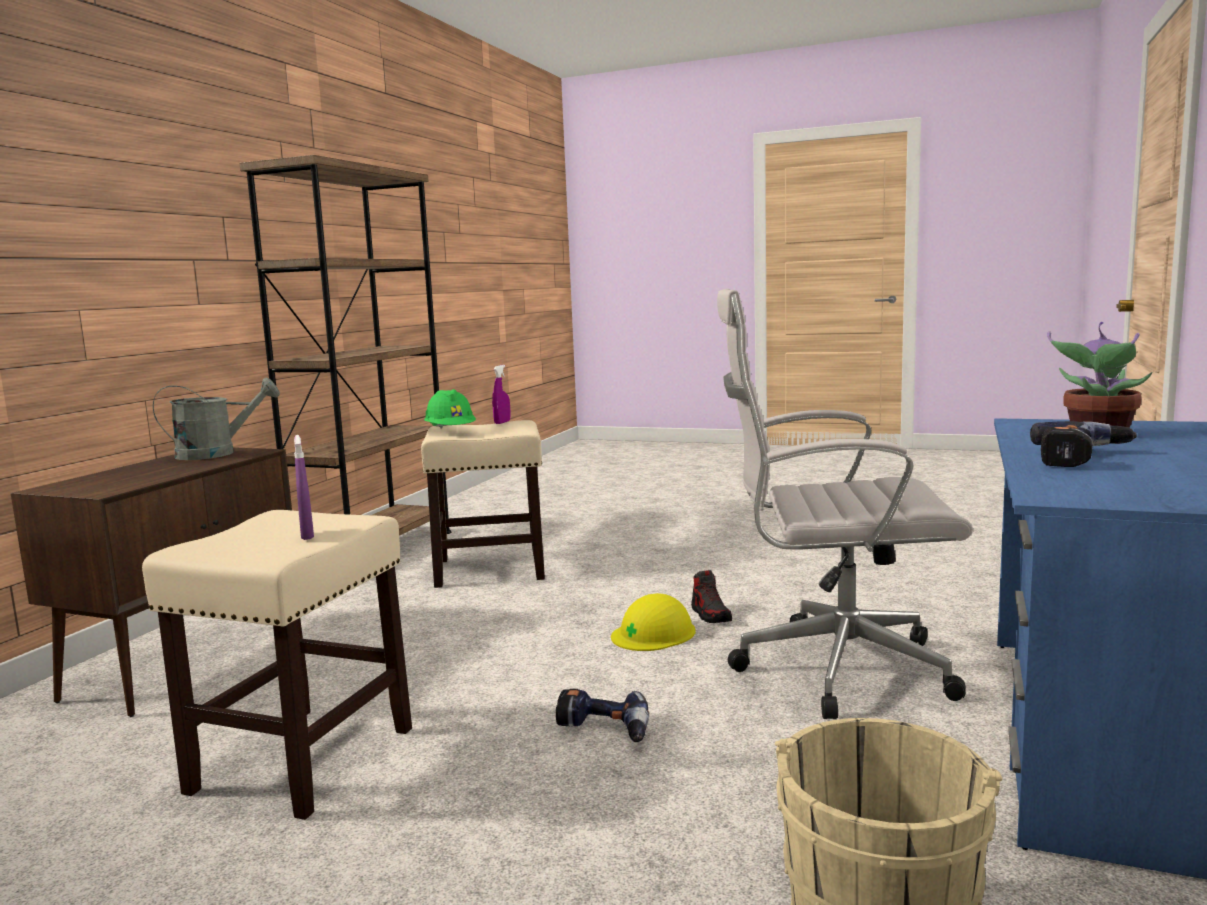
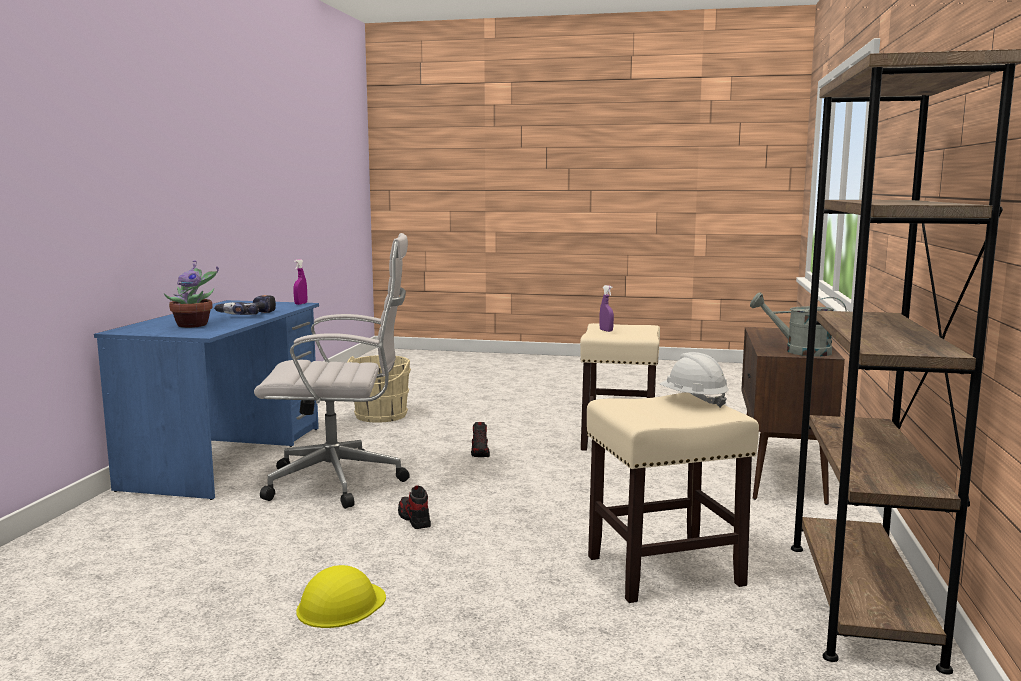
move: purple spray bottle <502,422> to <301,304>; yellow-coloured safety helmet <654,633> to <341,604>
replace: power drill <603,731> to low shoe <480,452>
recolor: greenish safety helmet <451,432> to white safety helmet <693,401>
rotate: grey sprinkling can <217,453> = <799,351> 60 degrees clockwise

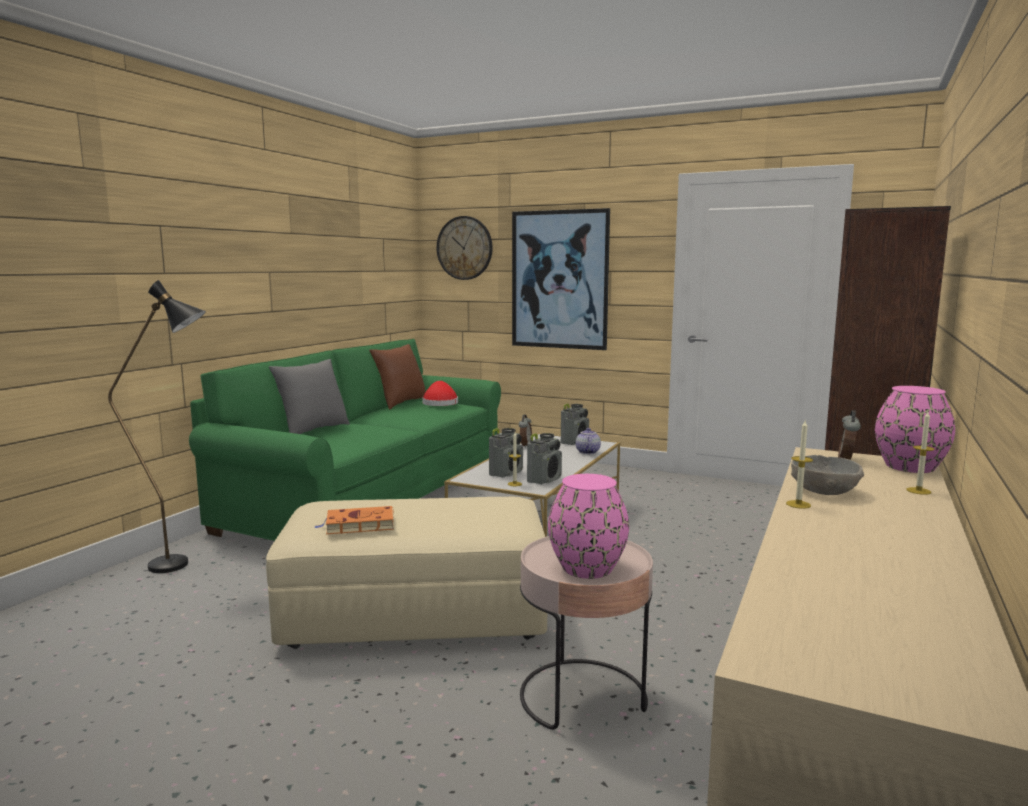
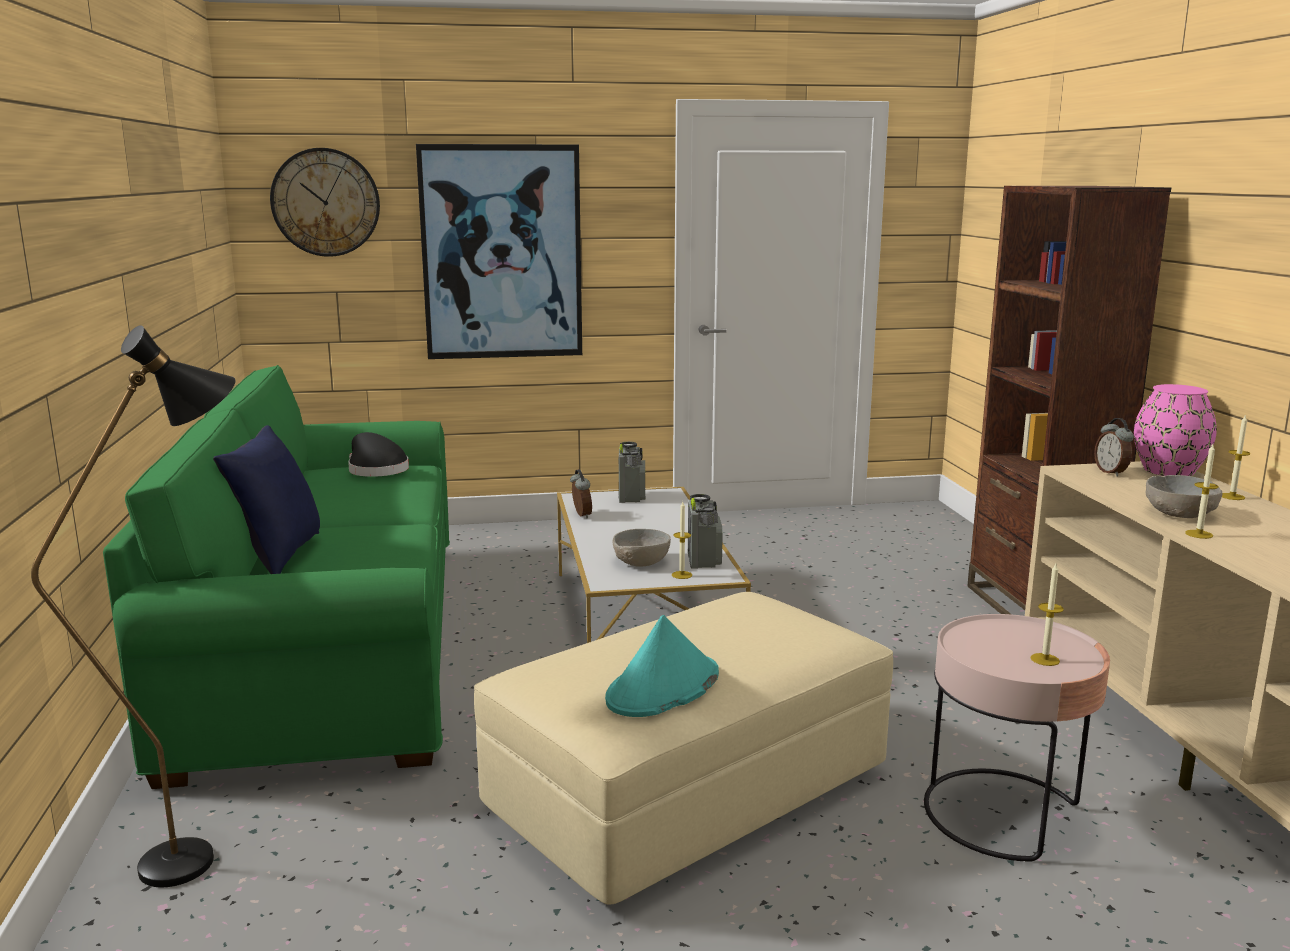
delete: brown throw pillow <400,403>; tea pot <587,452>
replace: radio set <506,473> to grey deep dish <640,562>; pink flower vase <586,568> to wax candle <1045,659>; orange book <358,525> to blue-green wearable hat <663,688>
recolor: grey throw pillow <312,430> to bluish throw pillow <277,557>; red wearable hat <440,403> to black-coloured wearable hat <375,470>

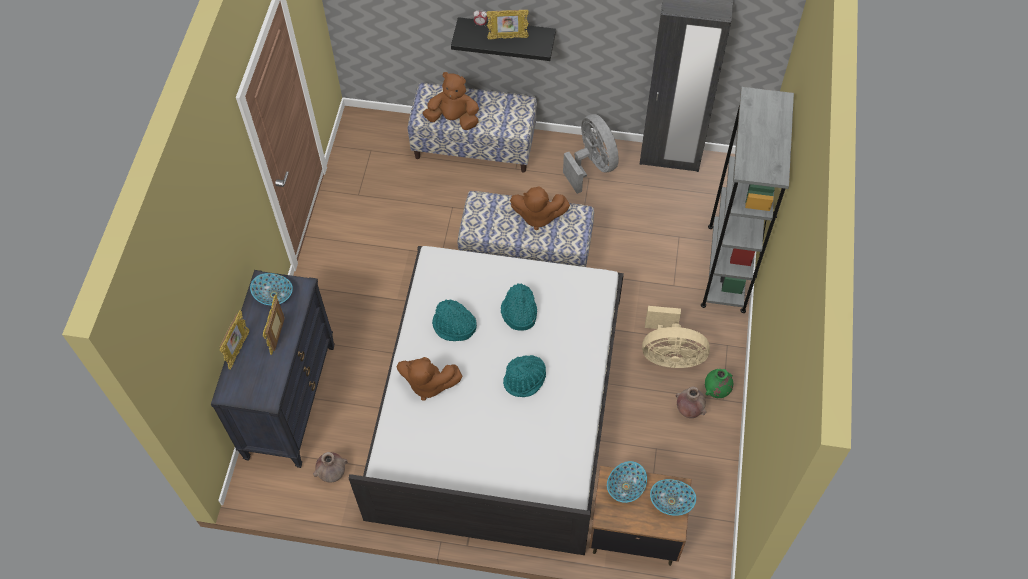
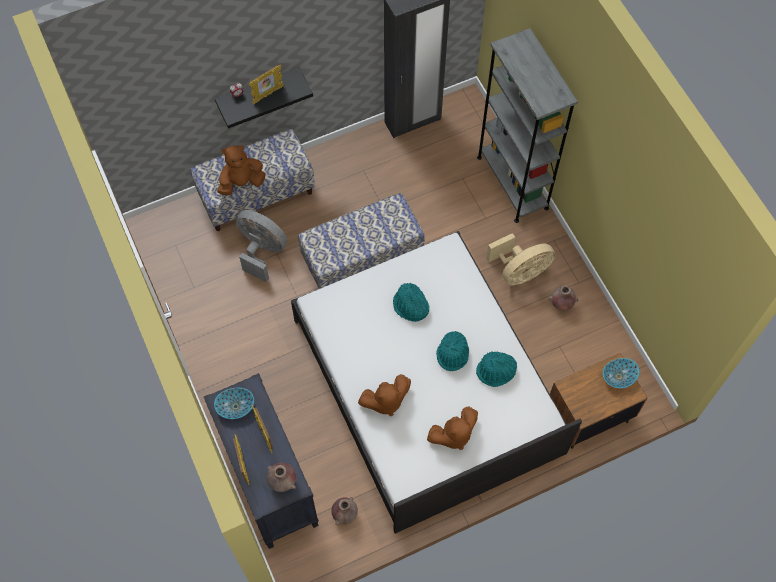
delete: greenish flower vase <716,391>; deep dish <626,486>
insert: brown flower vase <283,482>
move: grey electric fan <592,166> to <262,251>; brown plush toy <537,216> to <453,435>; blue-green wearable hat <454,326> to <496,371>

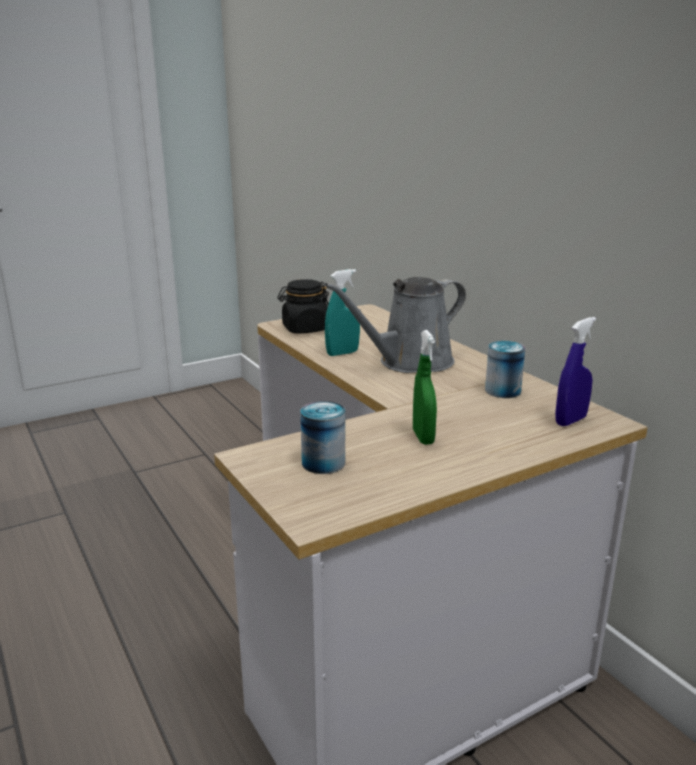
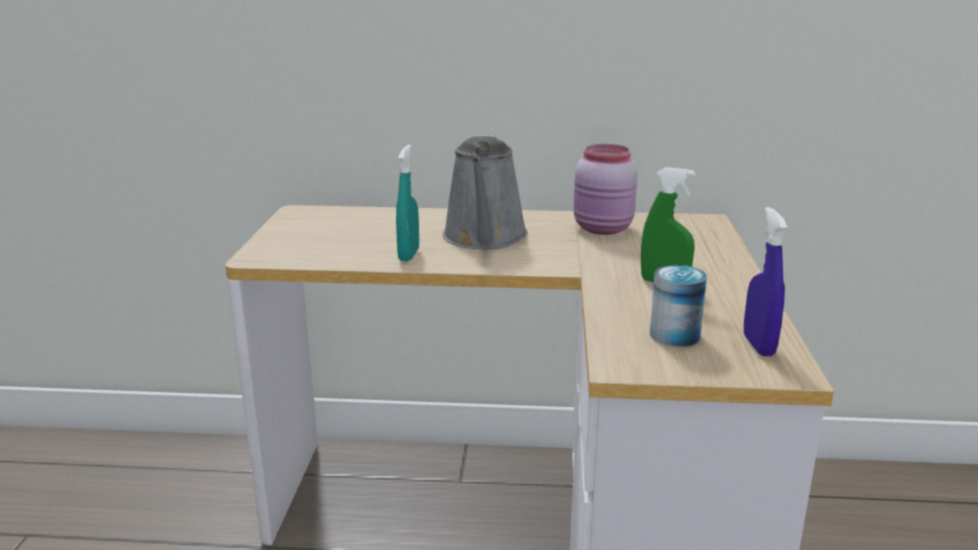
delete: black-coloured storage jar <305,329>
move: bluish spray bottle <570,421> to <758,346>
replace: can <503,391> to pink storage jar <603,229>

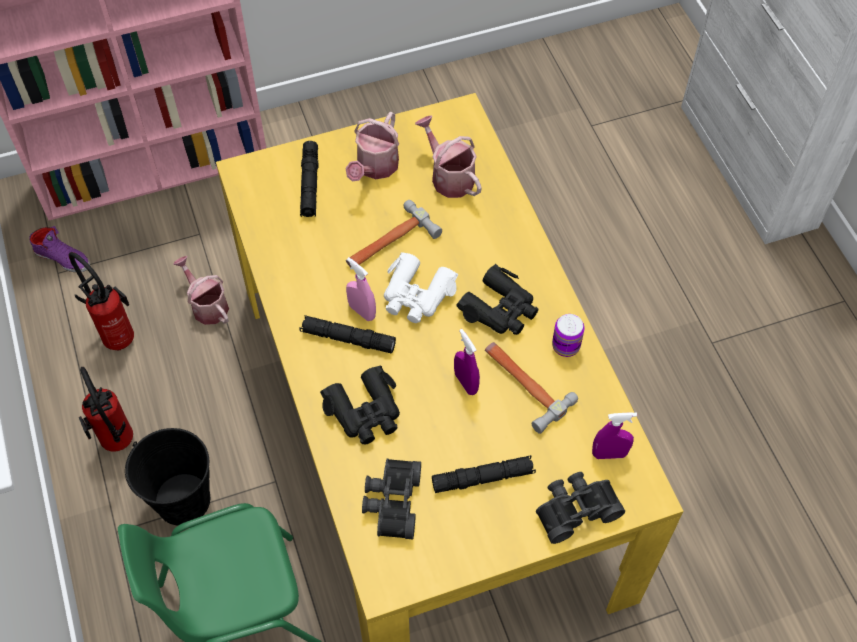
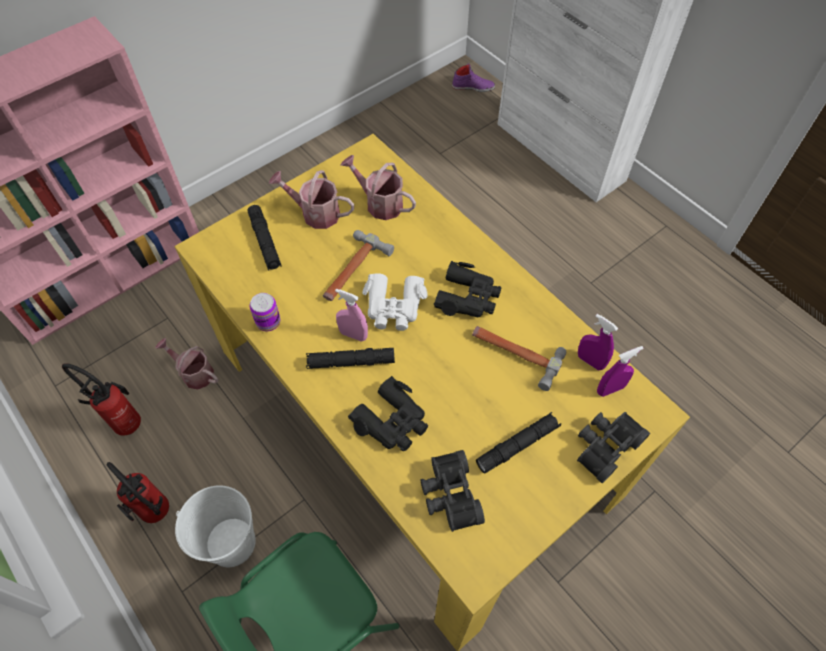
move: purple low shoe <63,257> to <473,87>; can <566,346> to <268,322>; purple spray bottle <466,383> to <590,361>
recolor: black-coloured water bucket <183,499> to white water bucket <231,542>
rotate: sprinkling can <375,168> = <315,213> 105 degrees clockwise

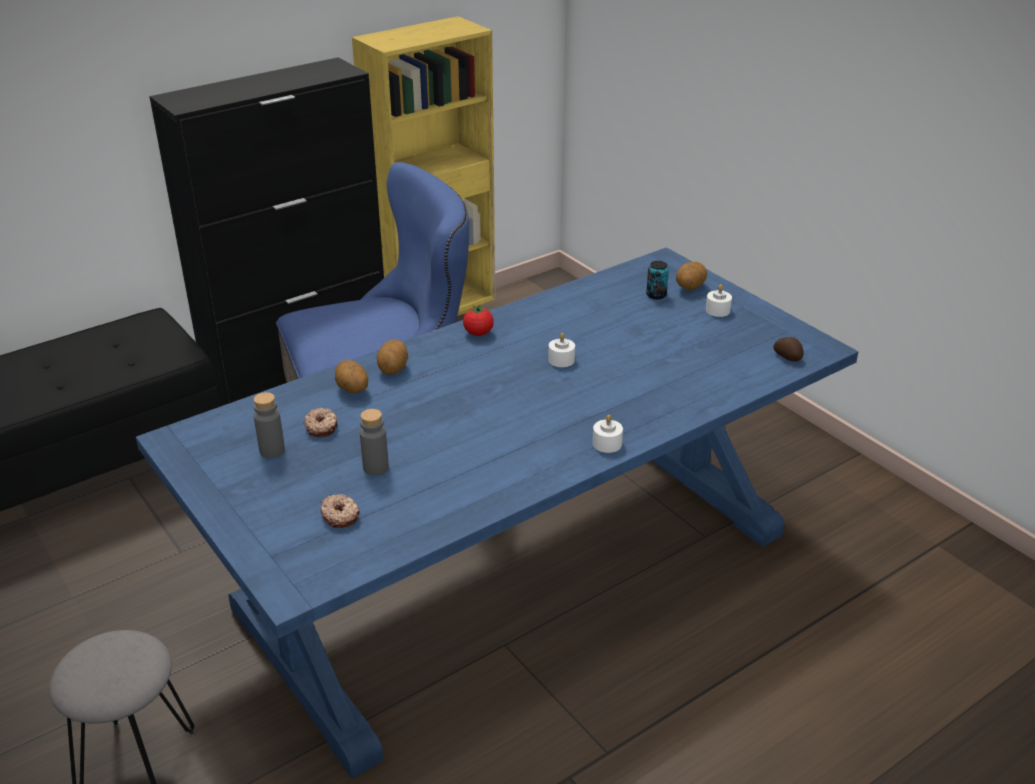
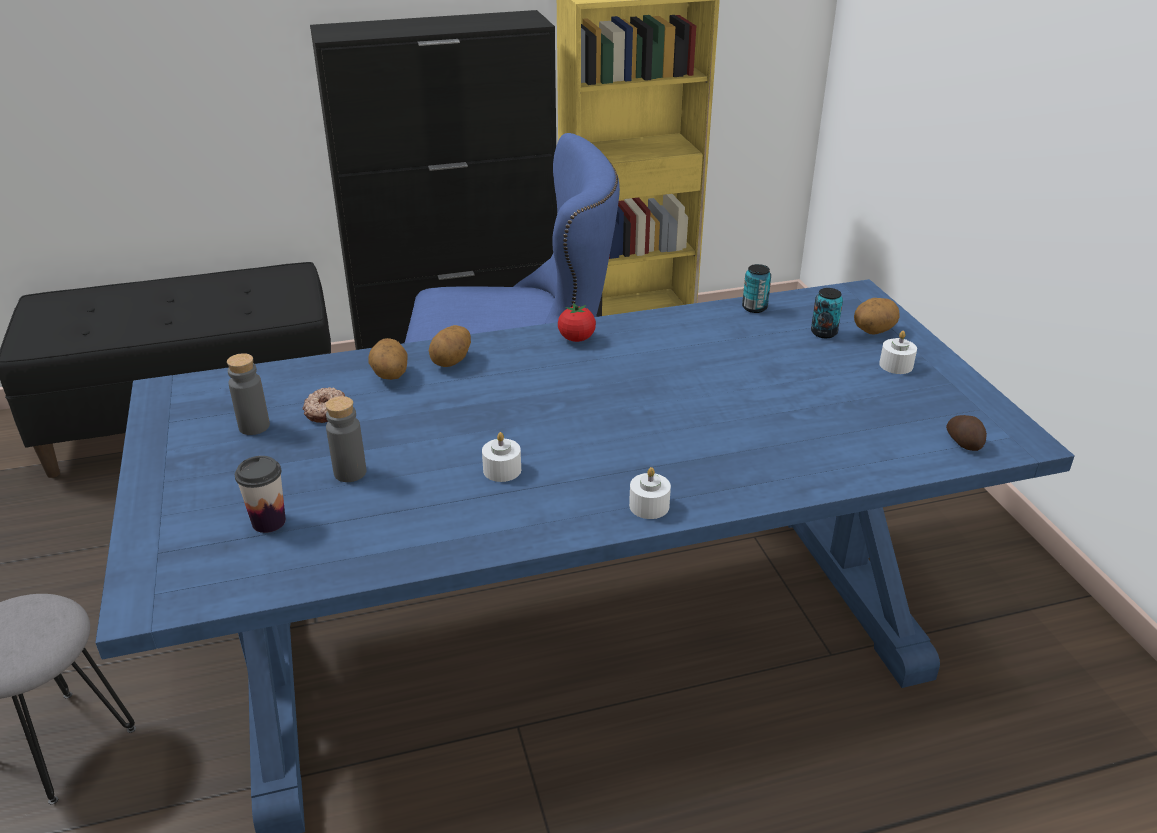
insert: can <754,308>
move: white wax candle <561,360> to <502,470>
replace: doughnut <340,516> to cup <269,522>

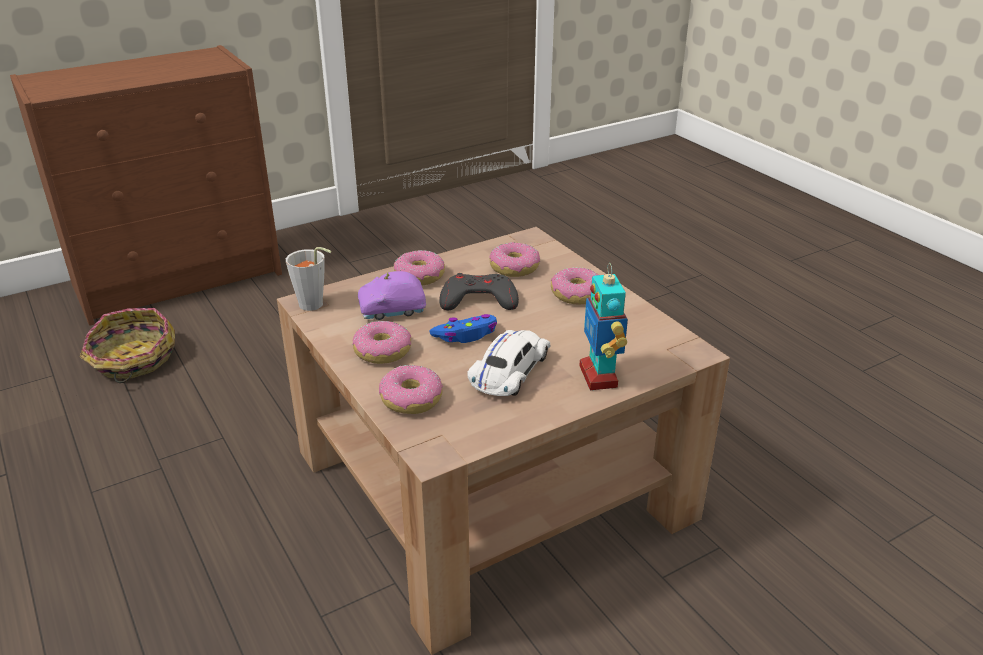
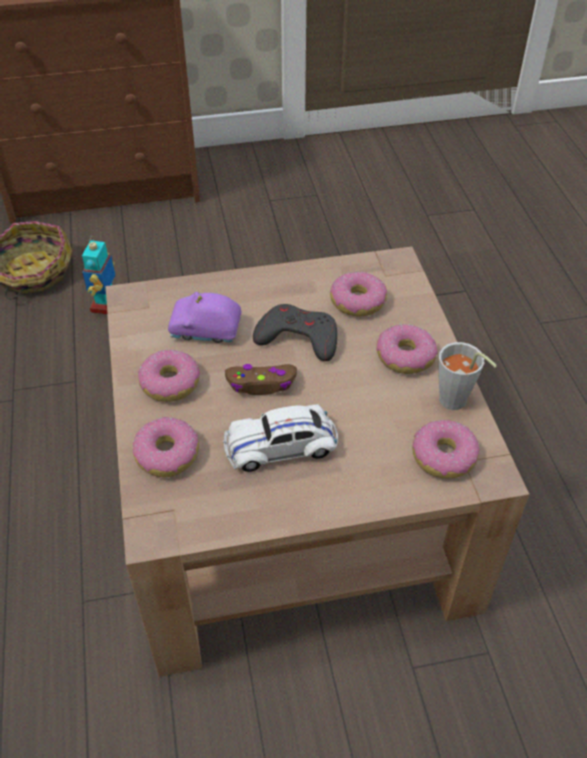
move: grey cup <315,306> to <456,404>; doughnut <419,276> to <443,457>; robot figure <599,376> to <105,304>
recolor: bluish game controller <466,335> to brown game controller <261,384>
rotate: white miniature car <510,371> = <281,446> 150 degrees counterclockwise

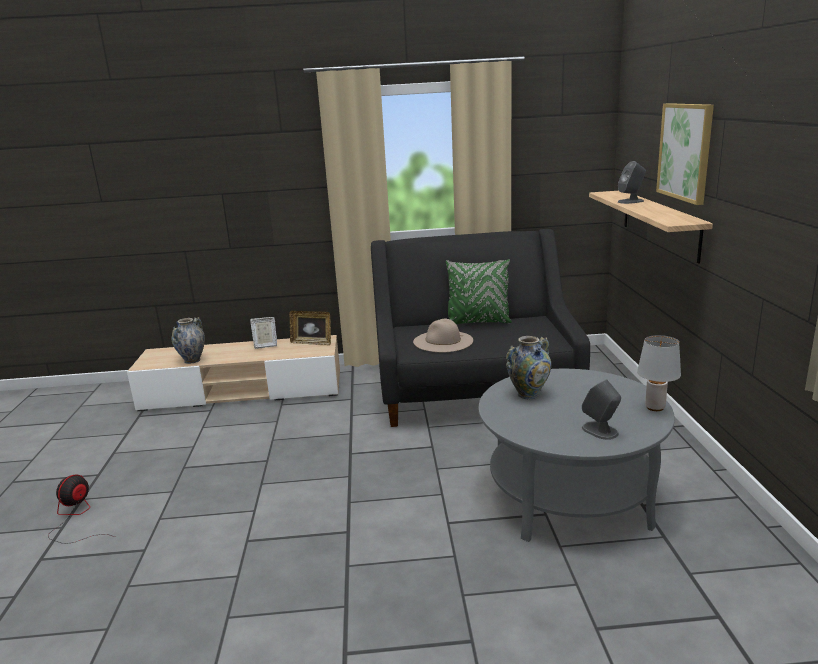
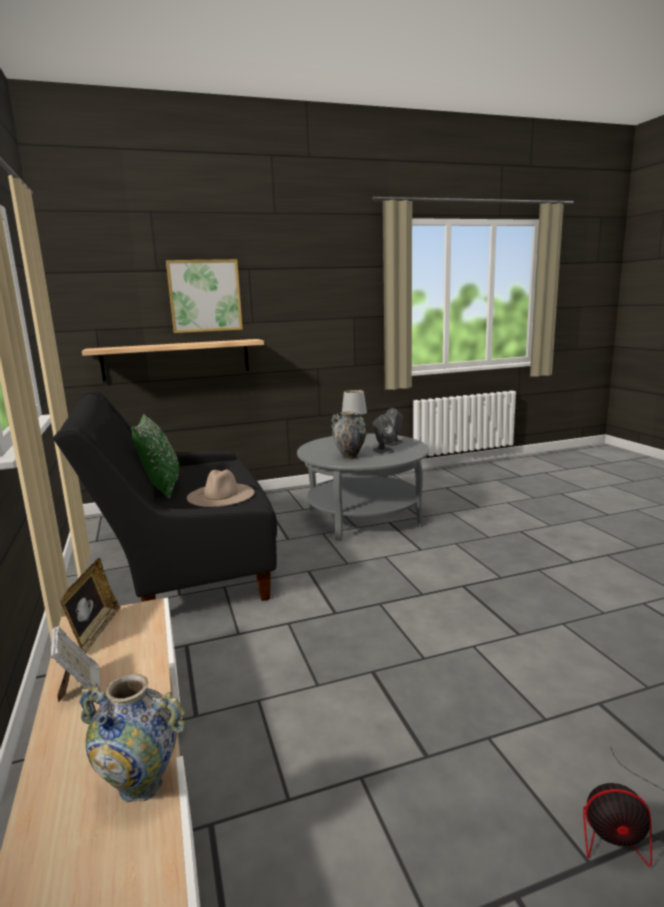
move: grey speaker <631,201> to <383,450>

